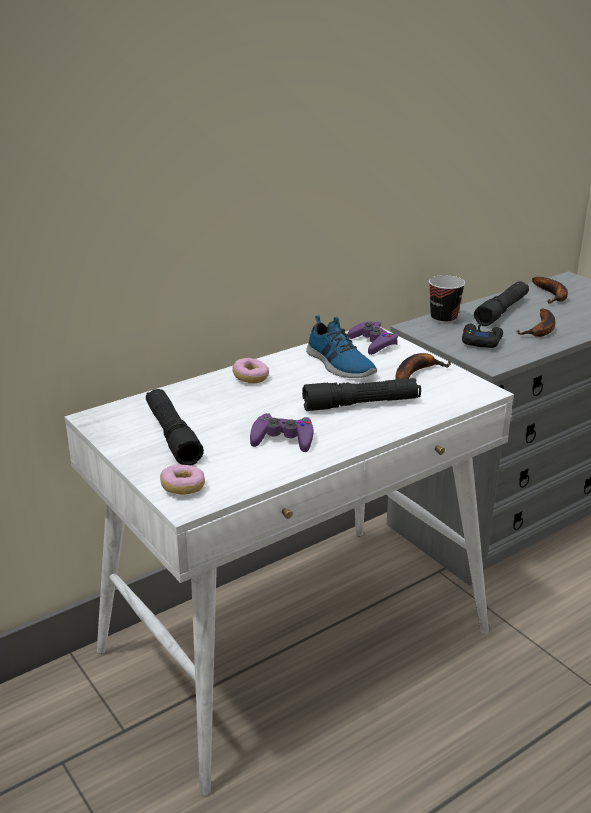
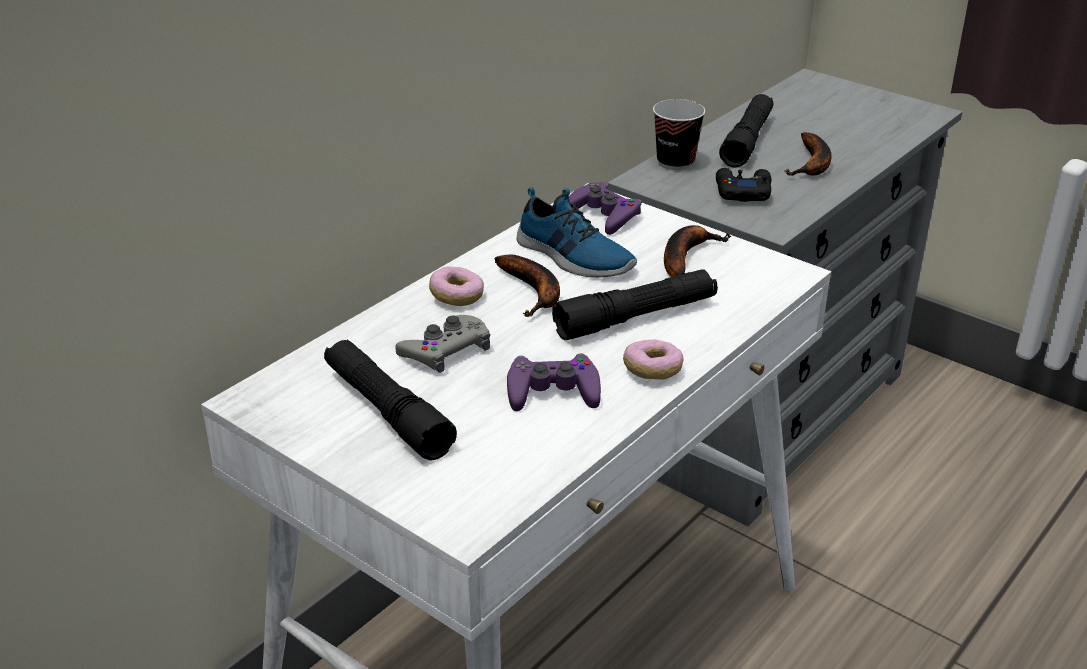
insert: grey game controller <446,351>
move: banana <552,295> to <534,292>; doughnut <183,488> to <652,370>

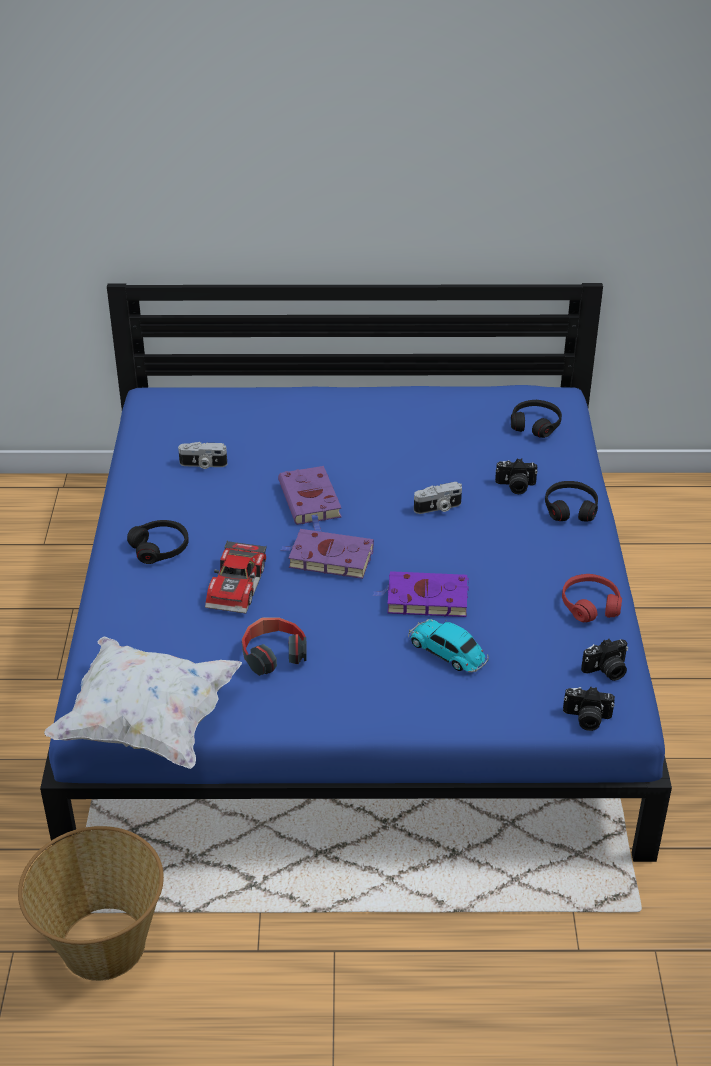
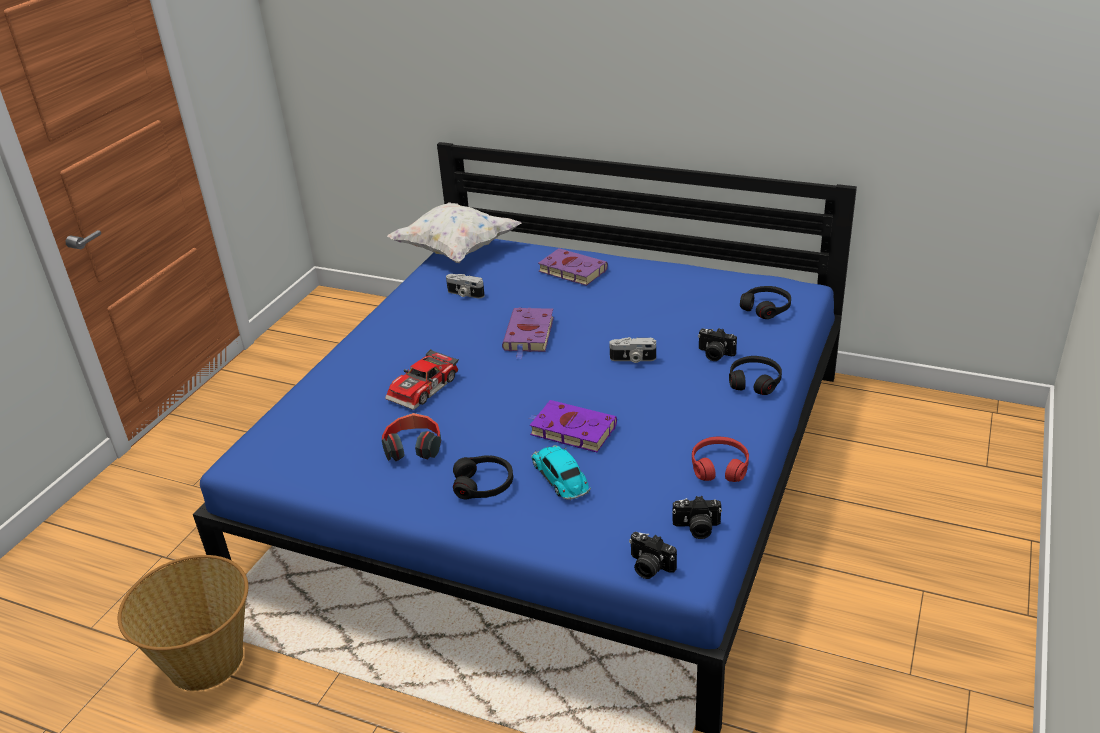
move: black-coloured headset <160,548> to <483,484>; purple book <328,558> to <571,270>; white throw pillow <147,724> to <455,250>

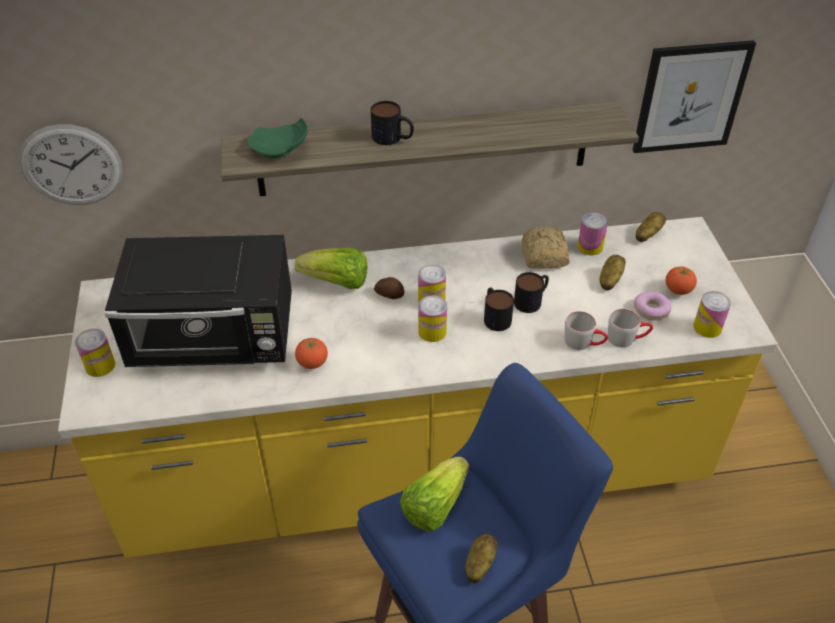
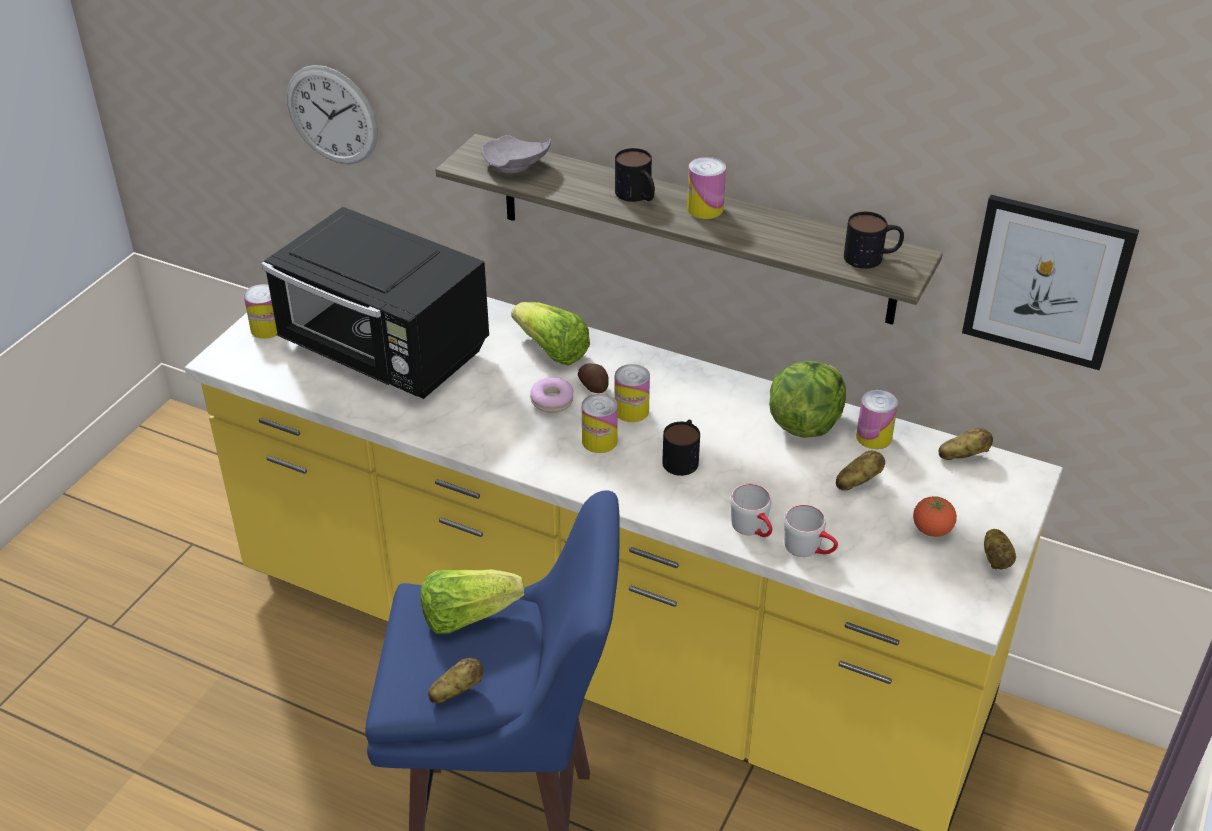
delete: whole tomato <312,363>
insert: potato <997,560>
move: mug <532,300> to <872,257>; doughnut <651,310> to <552,400>; can <707,327> to <705,209>
replace: bread <543,257> to head of lettuce <804,423>
recolor: greenish plate <280,149> to grey plate <515,166>

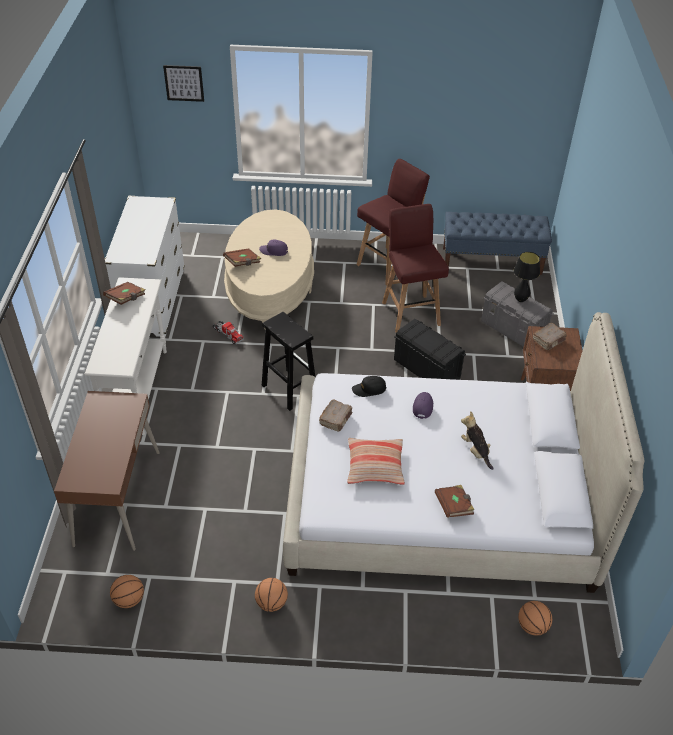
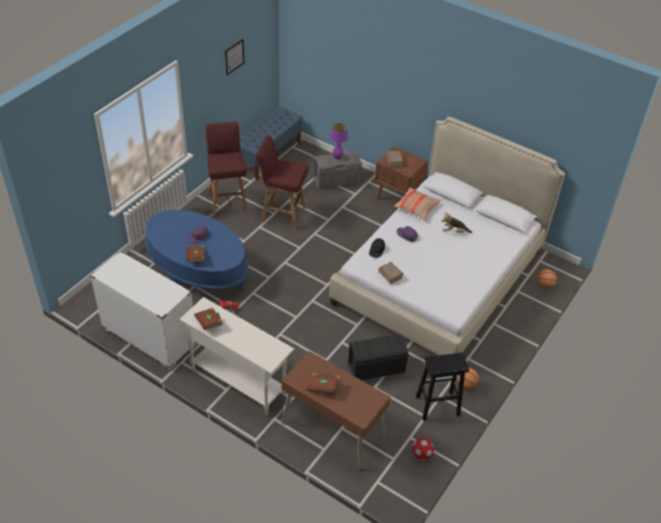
move: wall picture <184,83> to <234,57>; black-coloured stool seat <288,389> to <437,406>; black-coloured storage box <426,369> to <376,368>; throw pillow <375,466> to <416,207>; brown book <454,506> to <323,387>
replace: basketball ball <129,600> to football ball <421,454>
recolor: sand-coloured low table <270,290> to bluish low table <197,269>; black-coloured tabletop lamp <520,300> to purple tabletop lamp <337,157>

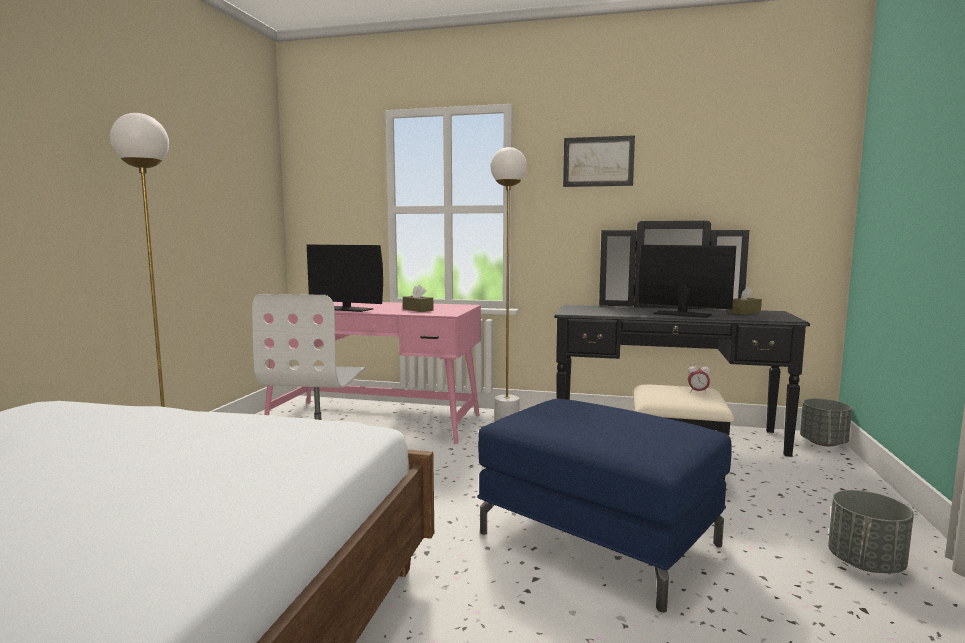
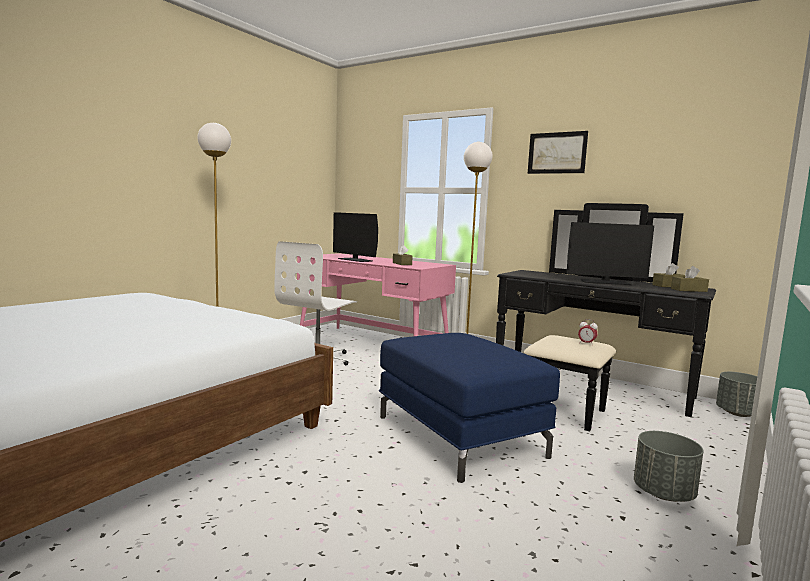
insert: brown tissue holder <688,290>
rotate: monitor <682,314> = <605,282> 135 degrees clockwise

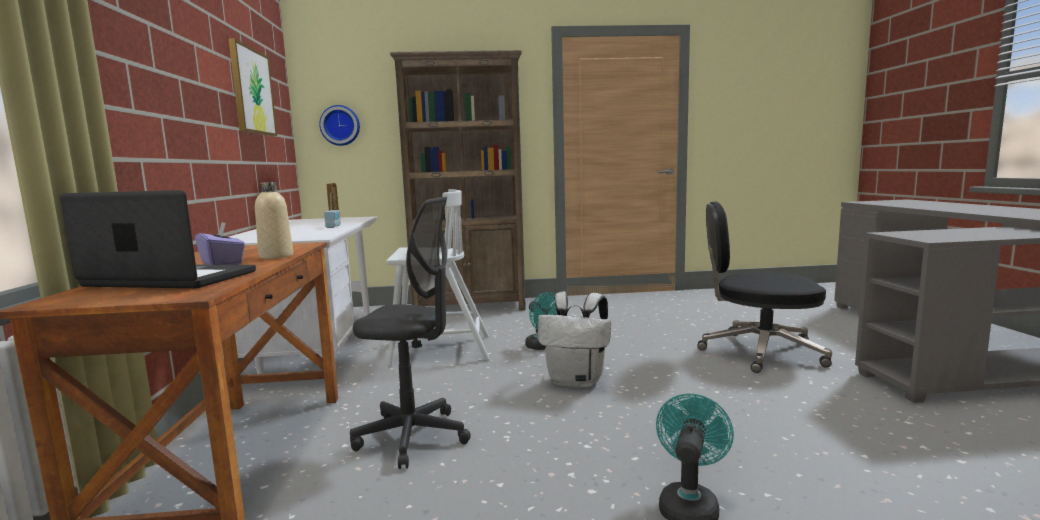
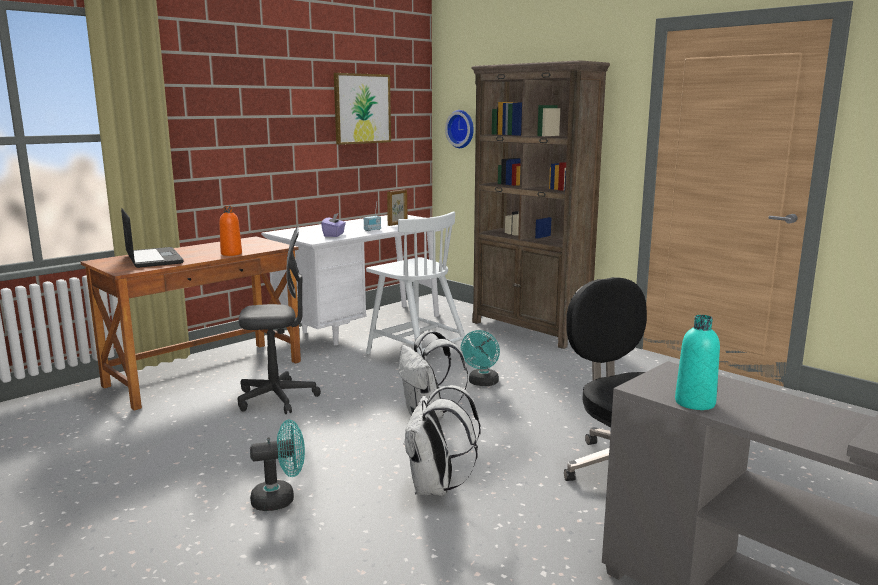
insert: blue-green bottle <695,403>; white rucksack <436,488>
move: purple tissue holder <223,264> to <334,235>
recolor: sand-coloured bottle <276,256> to orange bottle <231,254>
rotate: grey computer chair <412,437> = <277,398> 75 degrees counterclockwise

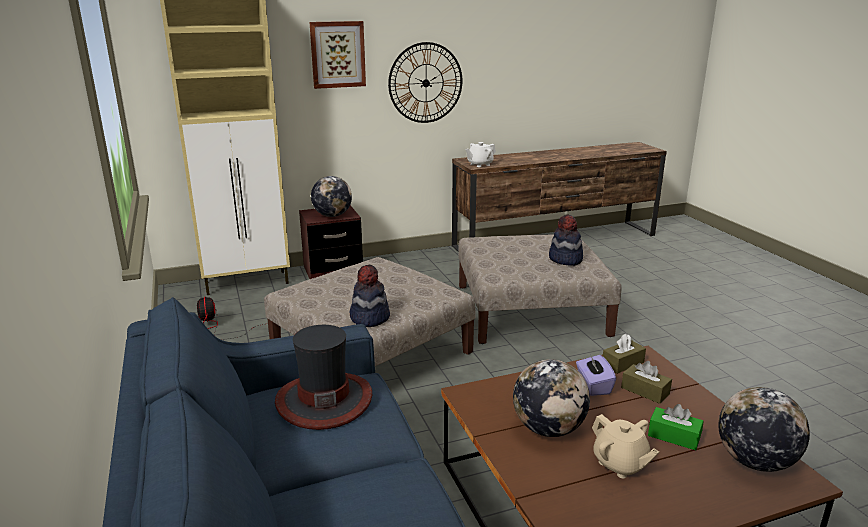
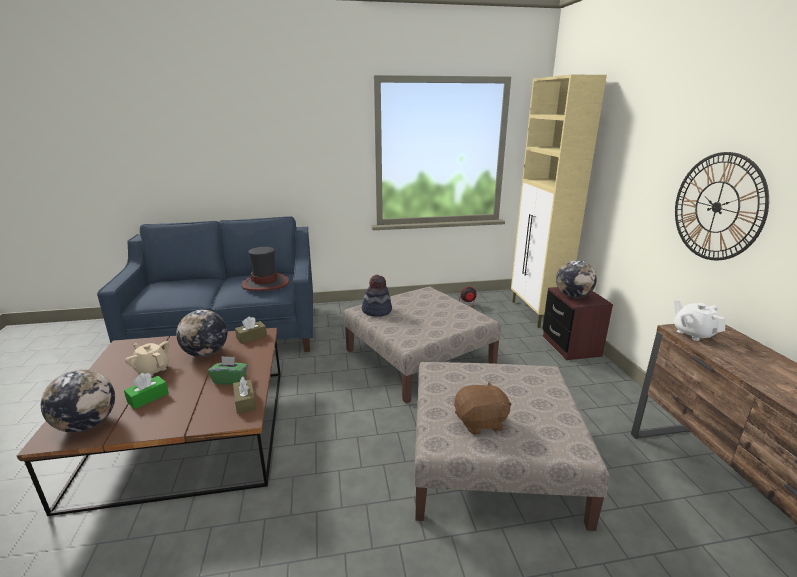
delete: wall picture <337,54>
move: brown tissue holder <645,391> to <251,337>
replace: wearable hat <565,259> to brown plush toy <481,422>
recolor: purple tissue holder <593,386> to greenish tissue holder <230,380>
rotate: sand-coloured tea pot <620,464> = <152,370> 60 degrees clockwise

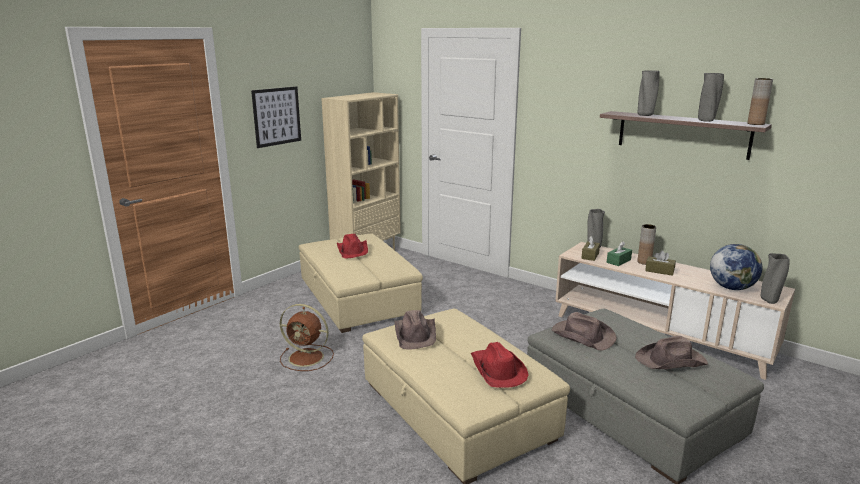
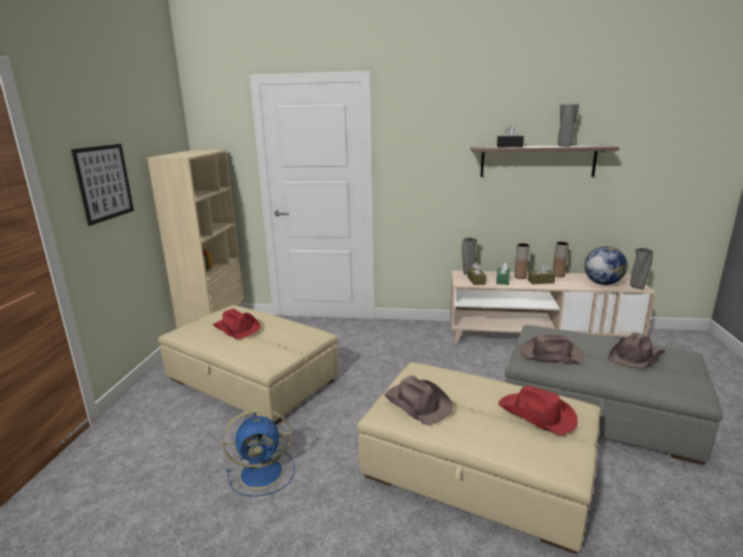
move: brown flower vase <755,124> to <558,275>
replace: grey flower vase <645,115> to black-coloured tissue holder <509,146>
recolor: brown electric fan <307,358> to bluish electric fan <263,472>

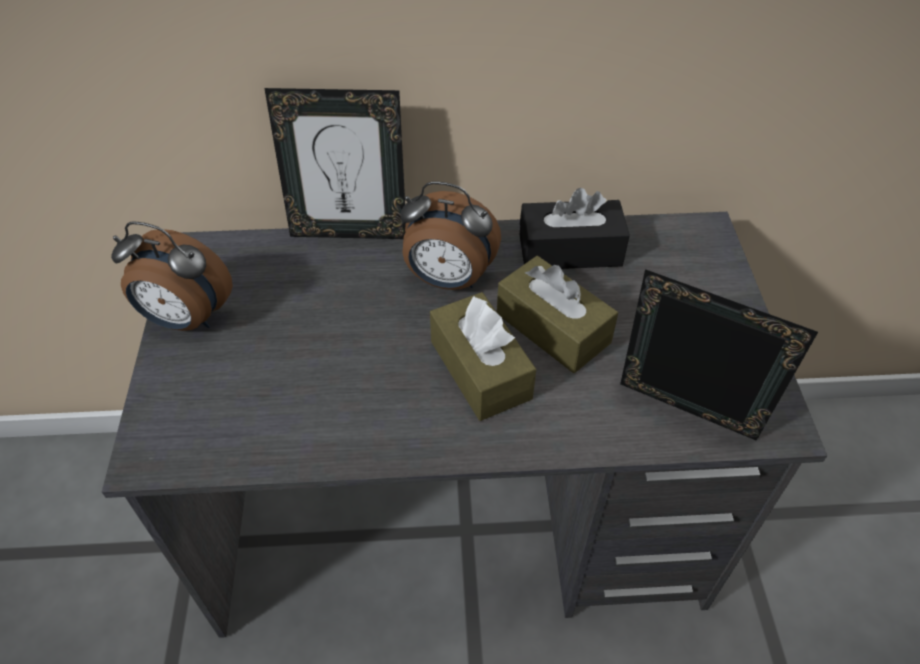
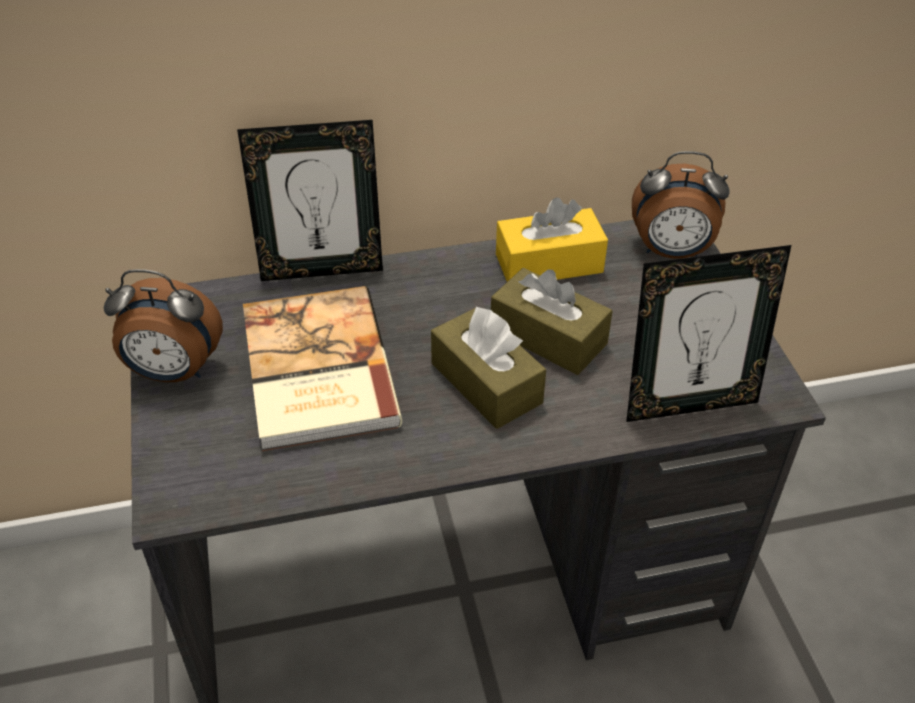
insert: book <315,372>
move: bedside clock <448,280> to <671,252>
recolor: black-coloured tissue holder <570,250> to yellow-coloured tissue holder <549,263>
rotate: photo frame <682,420> = <688,403> 150 degrees clockwise

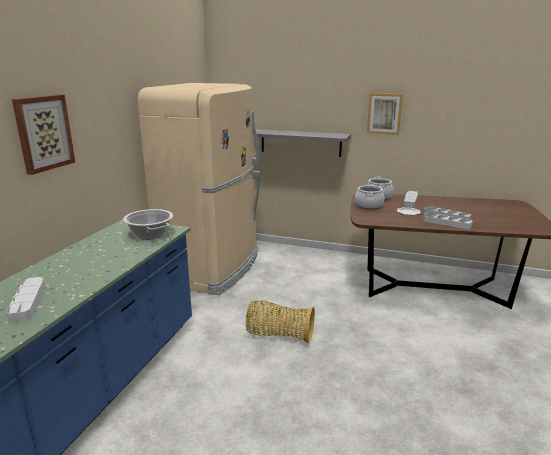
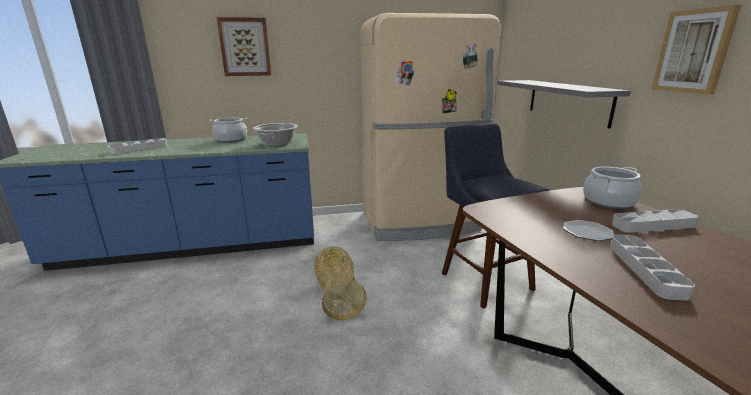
delete: grey carrying tray <446,223>
insert: bluish stool seat <482,278>
move: cooking pot <369,206> to <231,140>

